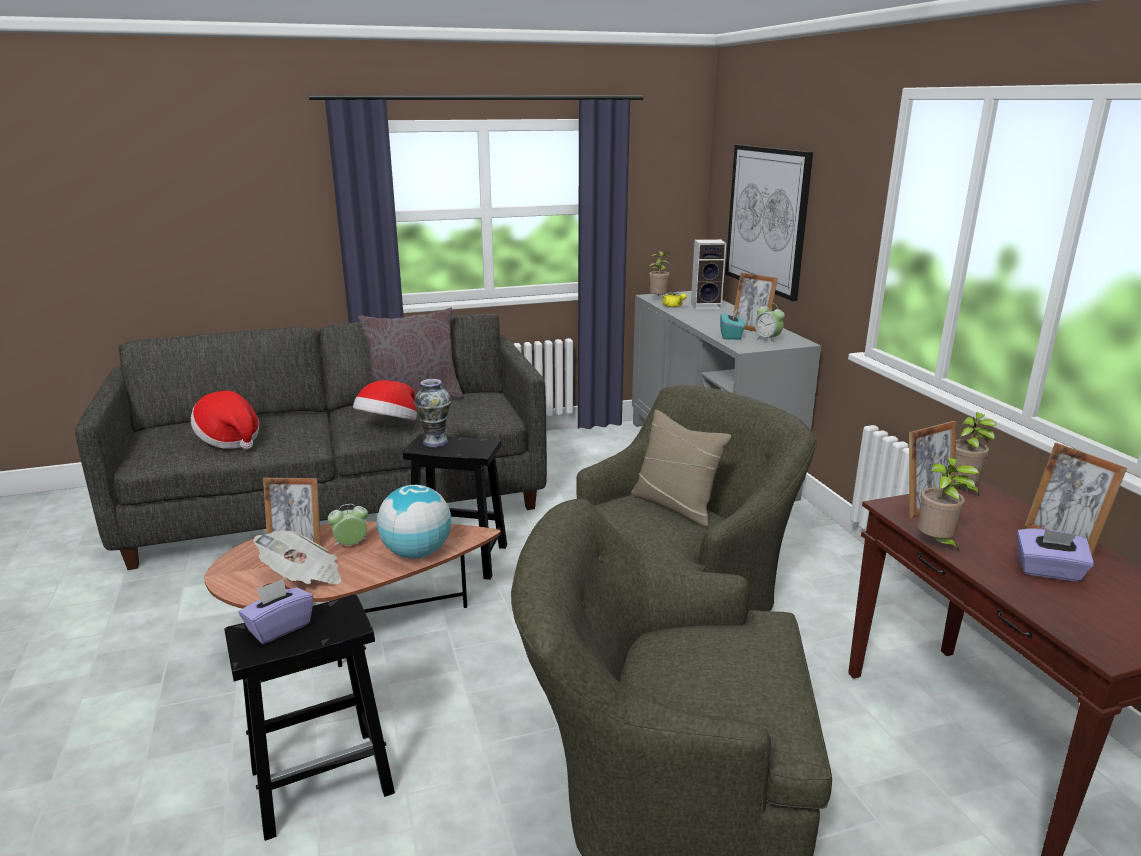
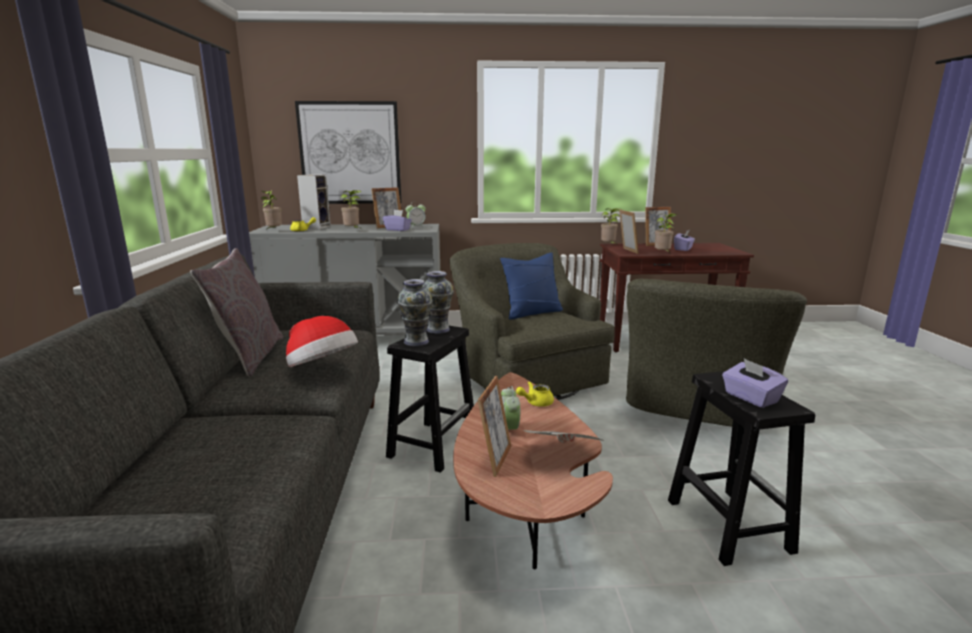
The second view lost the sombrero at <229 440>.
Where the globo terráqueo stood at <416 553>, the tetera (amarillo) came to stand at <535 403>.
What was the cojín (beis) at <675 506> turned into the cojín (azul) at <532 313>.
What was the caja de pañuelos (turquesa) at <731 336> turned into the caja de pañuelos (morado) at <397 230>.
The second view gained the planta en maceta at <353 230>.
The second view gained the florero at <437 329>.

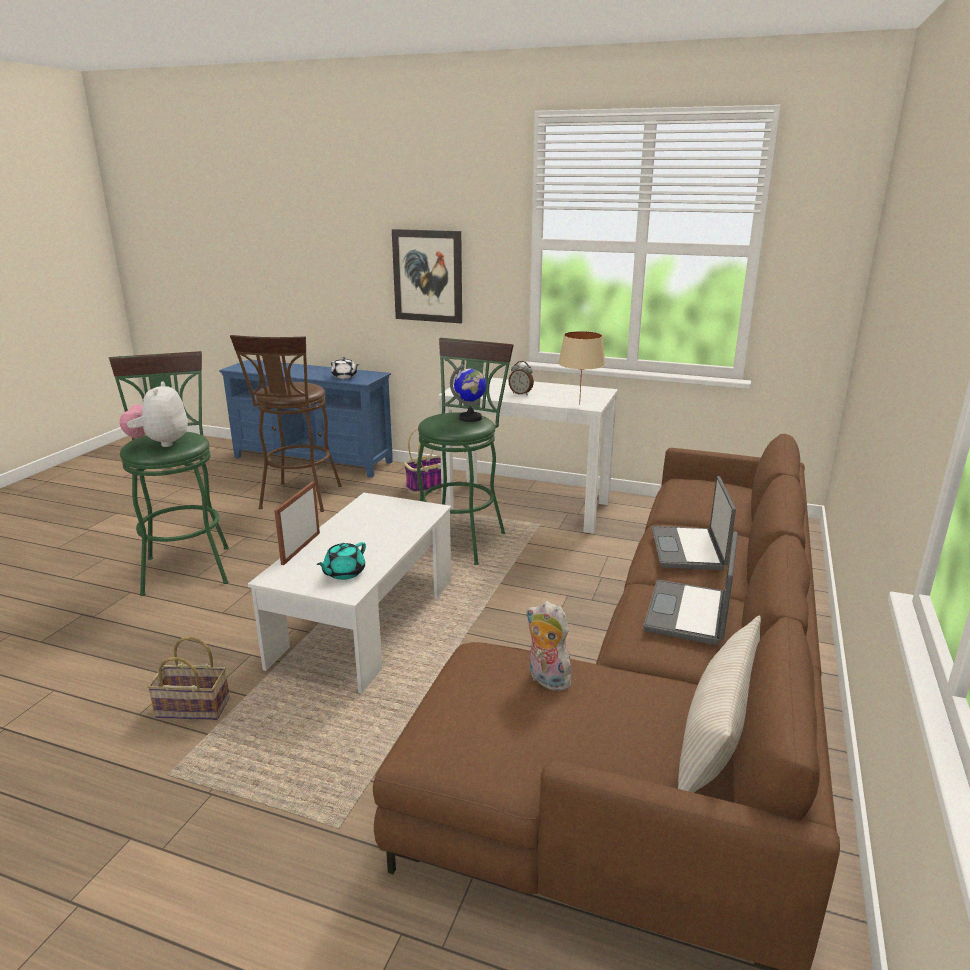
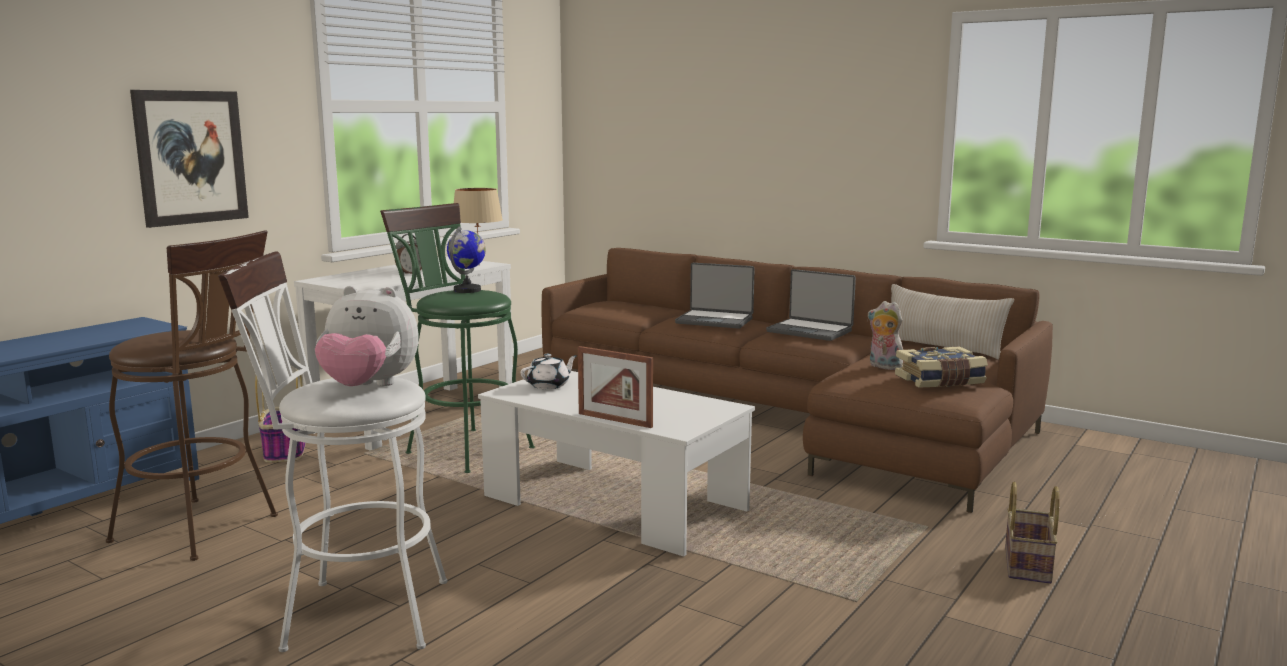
What was the taburete (verde) at <187 566> turned into the taburete (blanco) at <352 614>.
The cesta ended up elsewhere, having gone from <191 708> to <1029 566>.
The second view lost the tetera (turquesa) at <343 573>.
The tetera (blanco) ended up elsewhere, having gone from <345 377> to <549 385>.
The peluche at <546 680> ended up facing another way, 75 degrees clockwise from before.
The second view gained the libro at <940 381>.

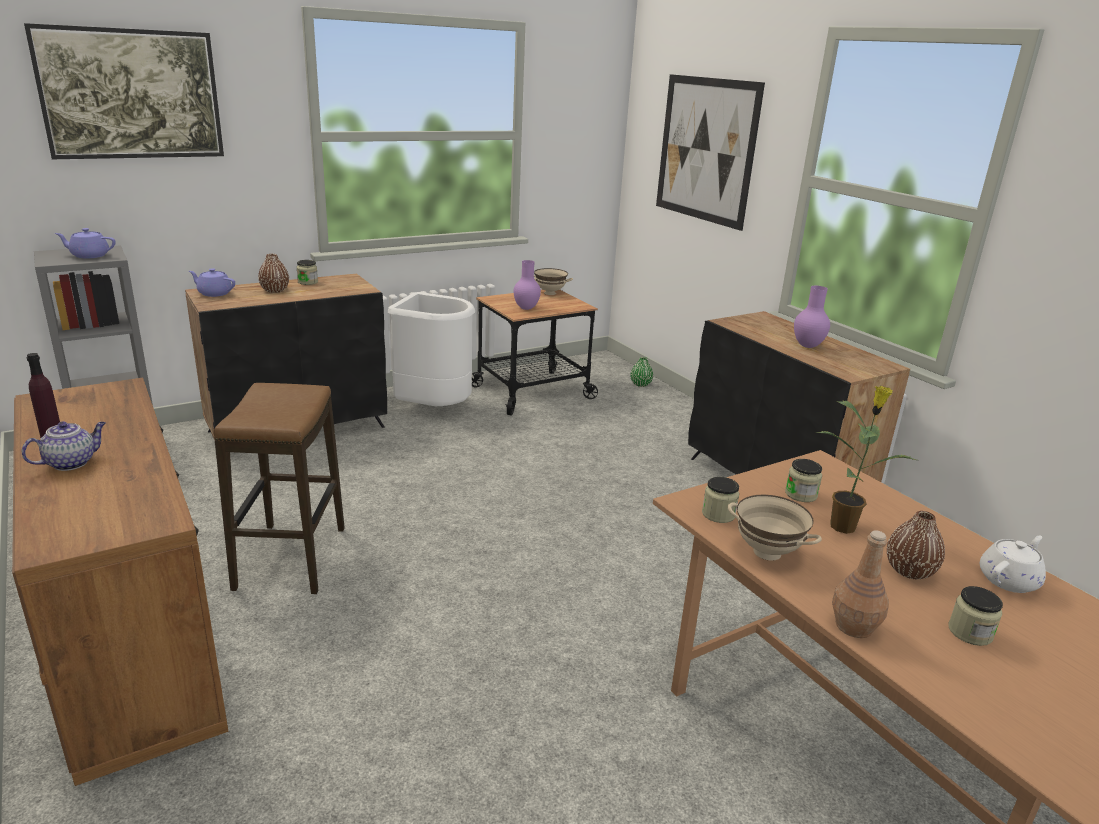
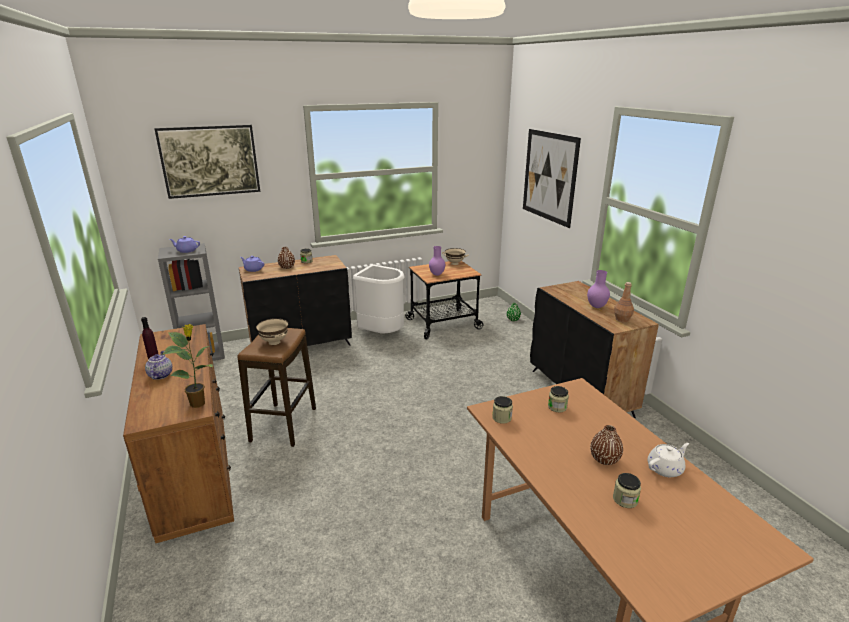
The tetera at <71 462> ended up facing another way, 60 degrees counterclockwise from before.
The cuenco (beis) ended up elsewhere, having gone from <766 552> to <274 342>.
The planta en maceta ended up elsewhere, having gone from <844 526> to <199 403>.
The botella (marrón) ended up elsewhere, having gone from <853 626> to <622 319>.

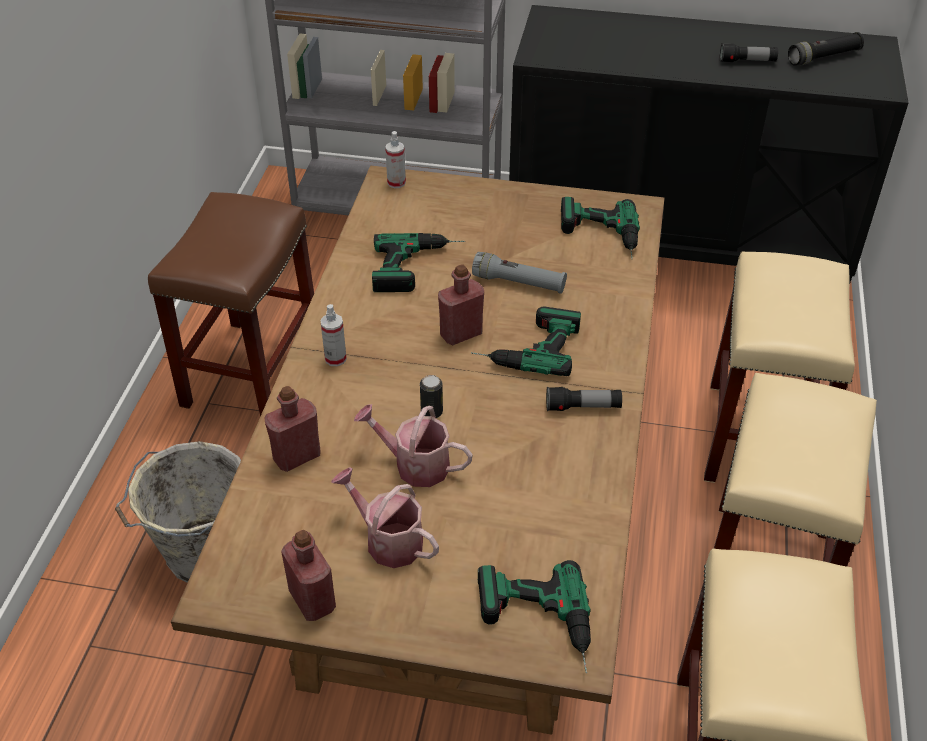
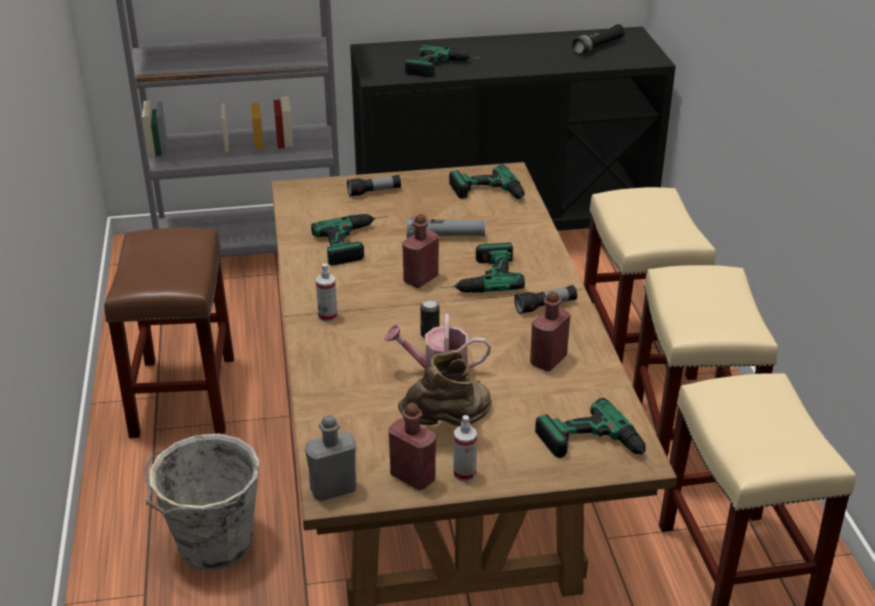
The botella (rojo) ended up elsewhere, having gone from <297 457> to <548 360>.
Where the regadera stood at <388 540>, the bota (marrón) came to stand at <448 424>.
The pulverizador ended up elsewhere, having gone from <396 183> to <464 473>.
The linterna ended up elsewhere, having gone from <747 61> to <374 192>.
The second view gained the botella (gris) at <333 489>.
The second view gained the taladro at <443 67>.

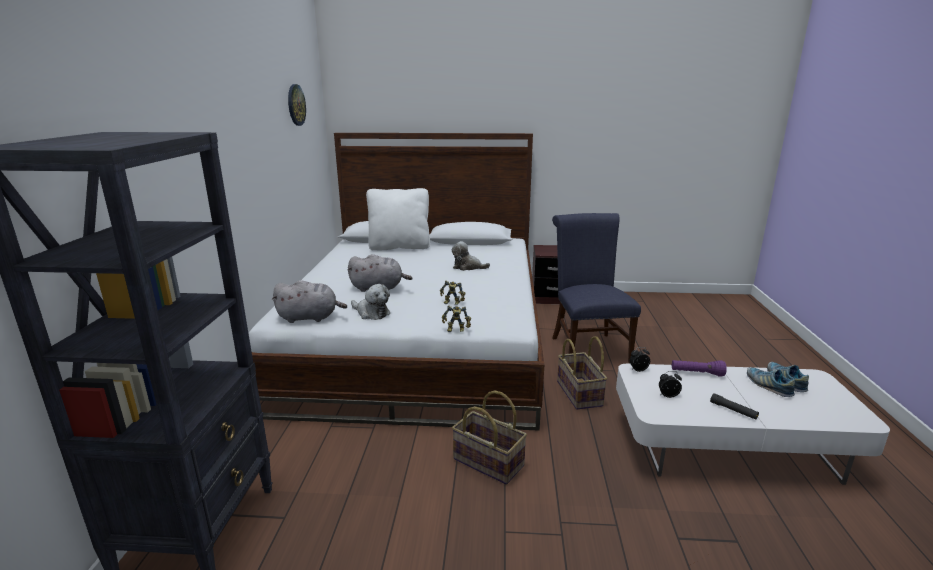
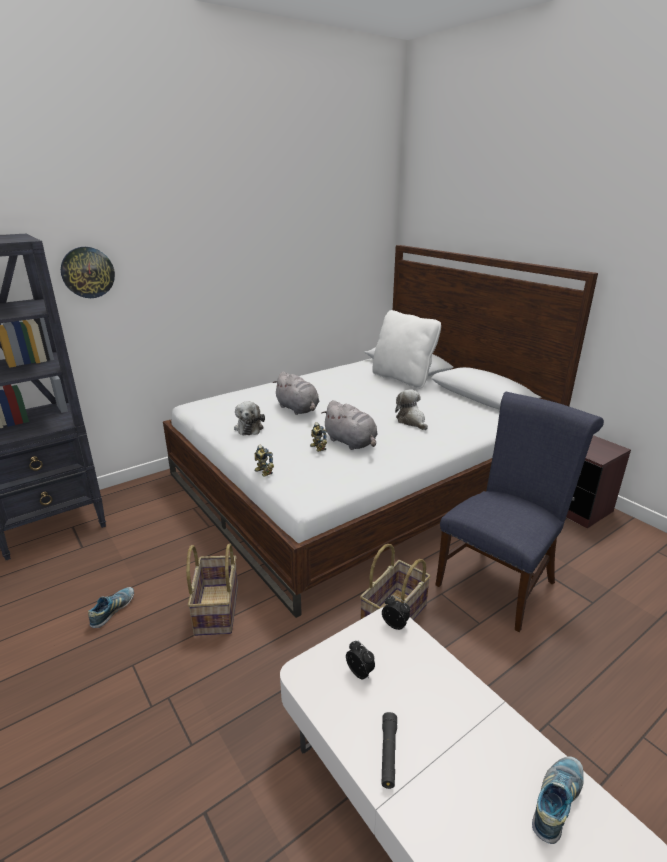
The peluche (gris) ended up elsewhere, having gone from <310 317> to <351 443>.
The reloj de pared ended up elsewhere, having gone from <295 105> to <87 272>.
The second view lost the linterna (morado) at <697 373>.
The zapato ended up elsewhere, having gone from <768 386> to <113 611>.

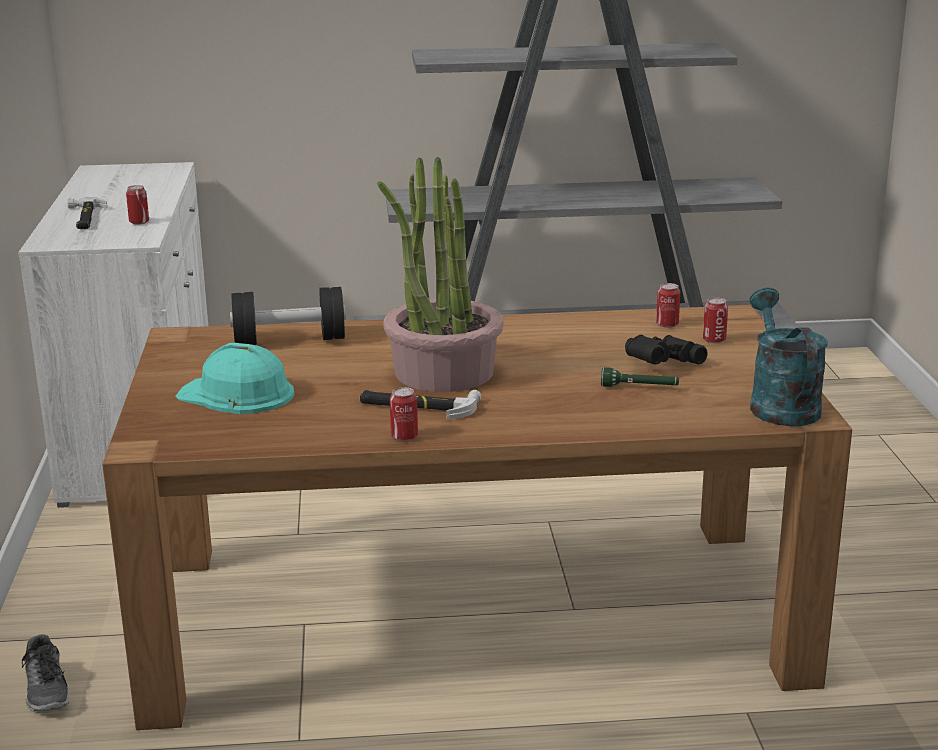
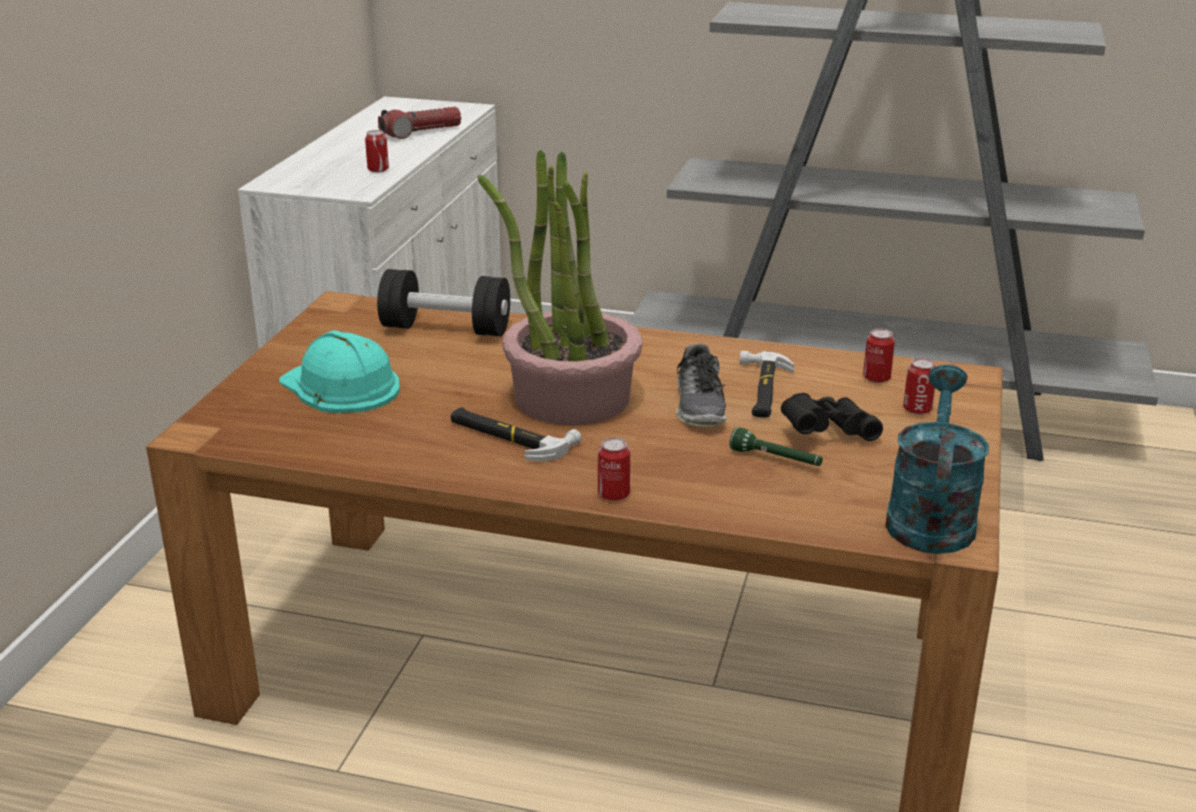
The zapato ended up elsewhere, having gone from <47 690> to <700 406>.
The martillo ended up elsewhere, having gone from <85 218> to <762 390>.
The lata ended up elsewhere, having gone from <404 436> to <613 494>.
The second view gained the linterna at <420 132>.

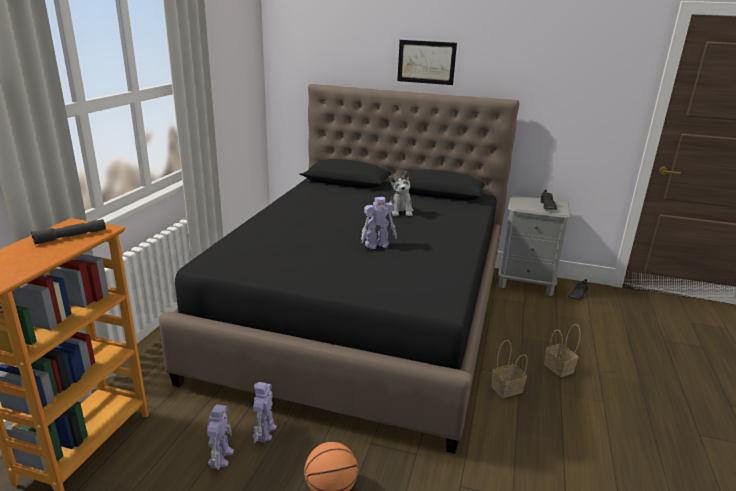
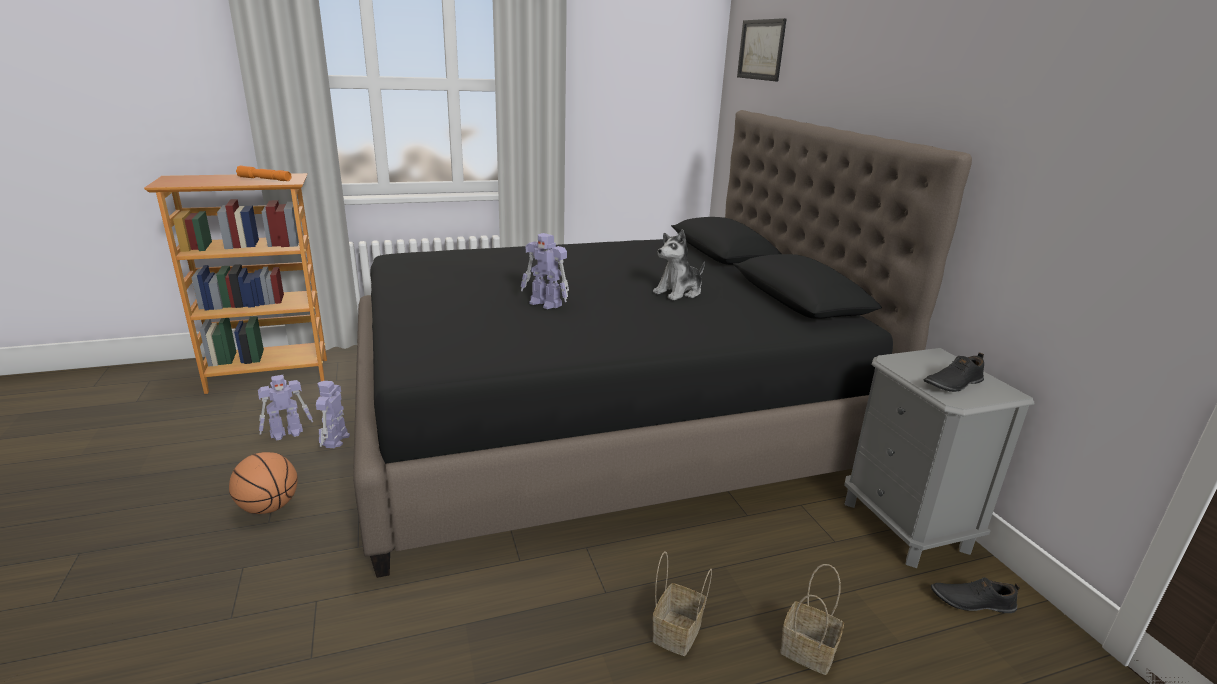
What was the linterna (gris) at <71 236> turned into the linterna (naranja) at <265 179>.
The robot de juguete at <264 432> ended up facing another way, 60 degrees counterclockwise from before.
The cuadro ended up elsewhere, having gone from <426 62> to <761 49>.
The cesta ended up elsewhere, having gone from <506 389> to <805 651>.

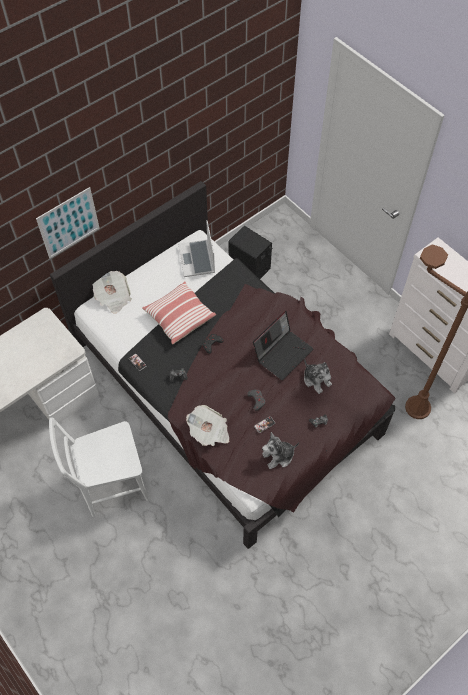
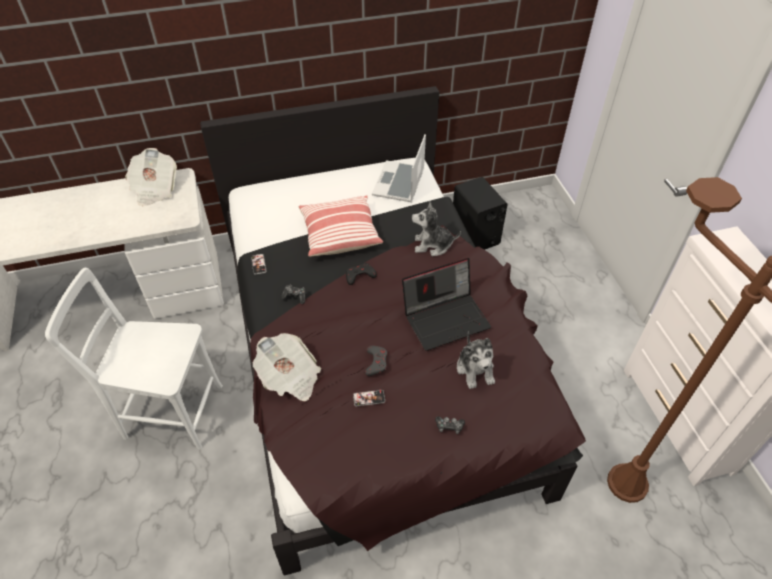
The second view lost the cuadro at <68 223>.
The periódico ended up elsewhere, having gone from <113 297> to <154 189>.
The peluche ended up elsewhere, having gone from <278 456> to <432 245>.

